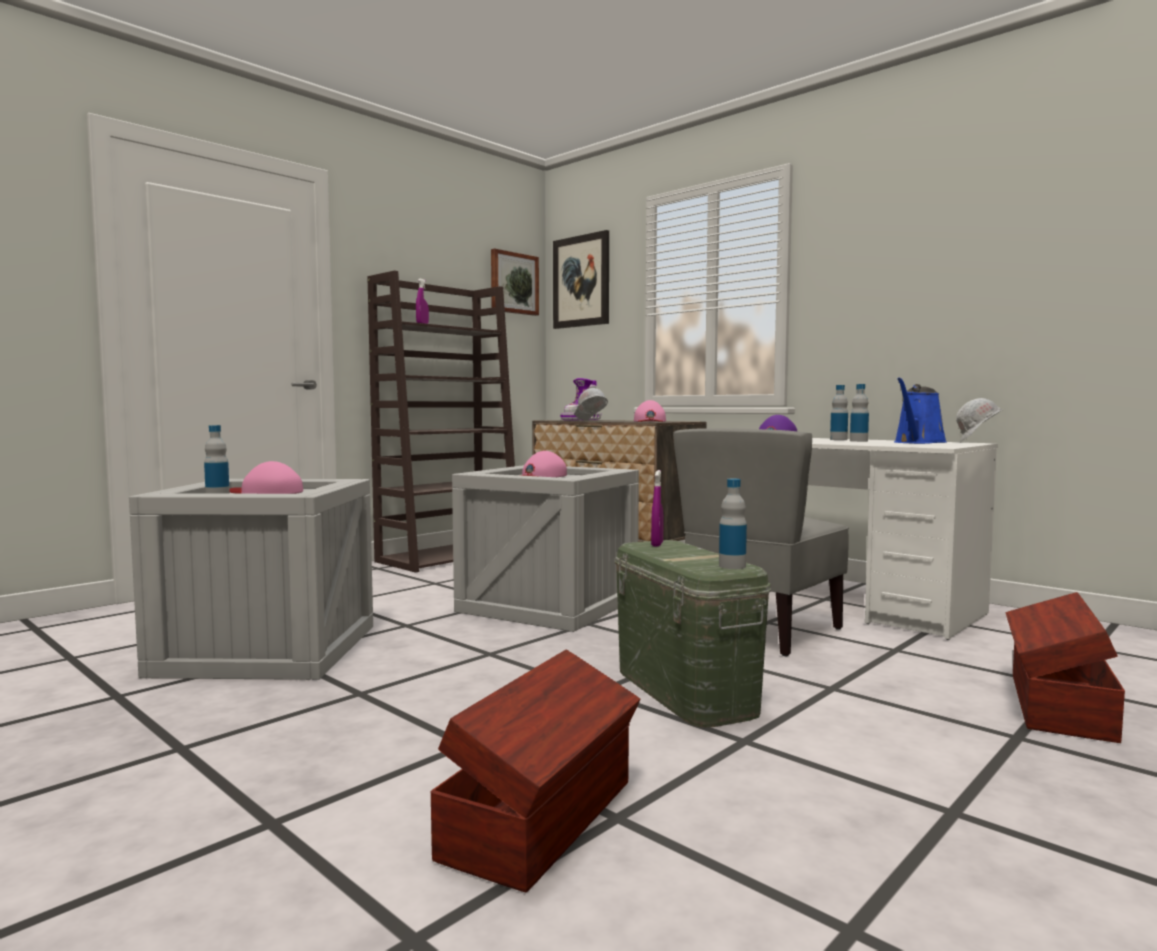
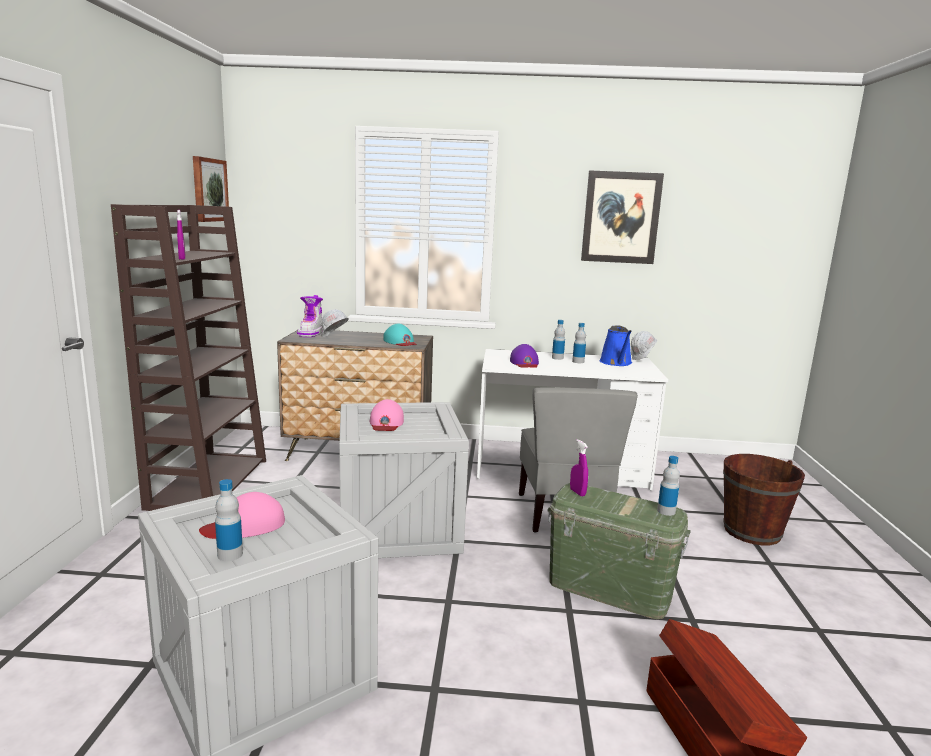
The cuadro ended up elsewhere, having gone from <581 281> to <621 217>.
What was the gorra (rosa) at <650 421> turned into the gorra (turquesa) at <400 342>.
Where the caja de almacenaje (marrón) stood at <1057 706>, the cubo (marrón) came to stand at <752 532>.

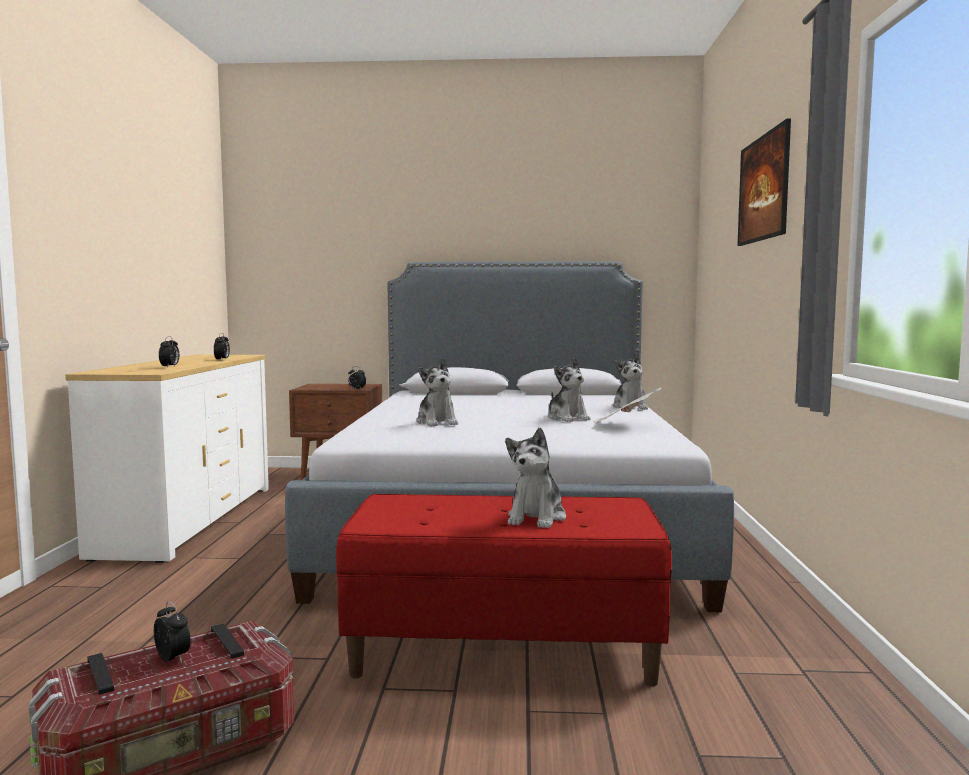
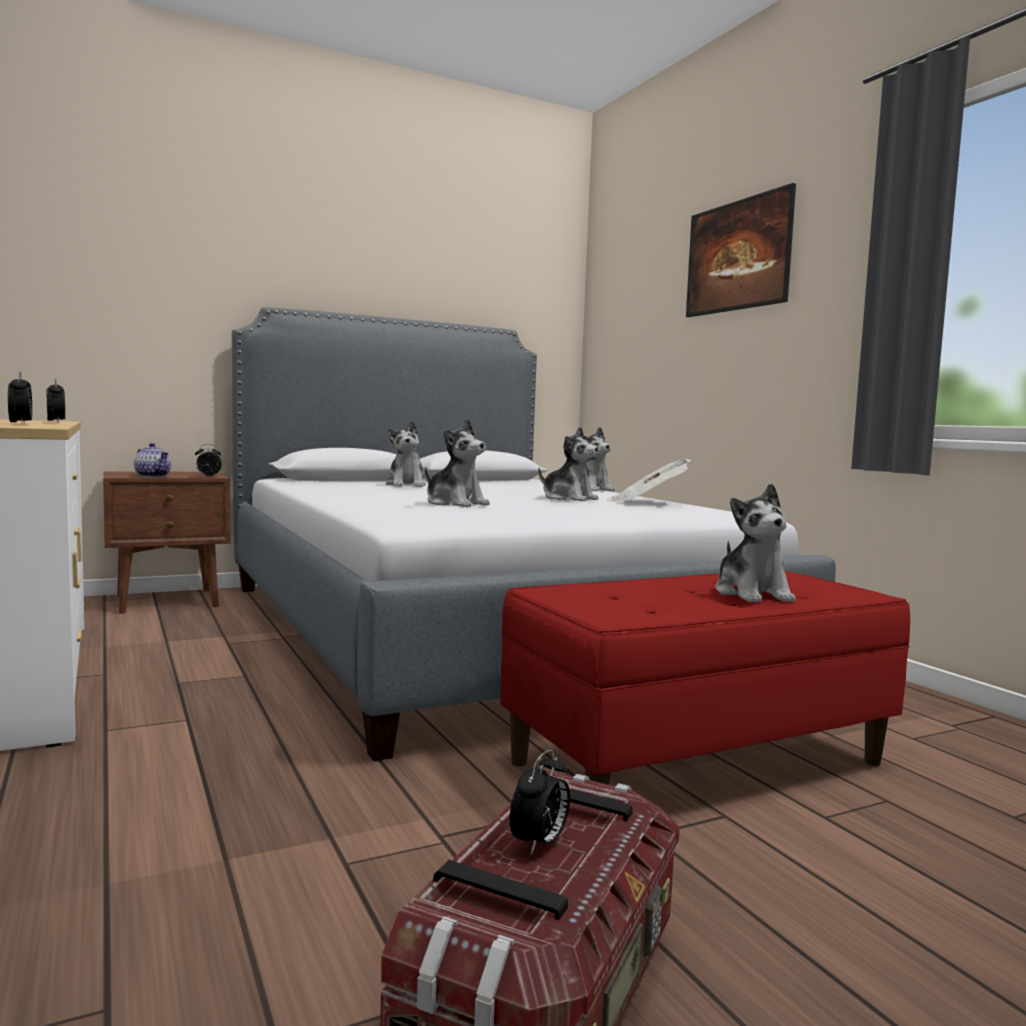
The despertador at <173 659> ended up facing another way, 105 degrees clockwise from before.
The second view gained the tetera at <153 476>.
The second view gained the peluche at <406 485>.

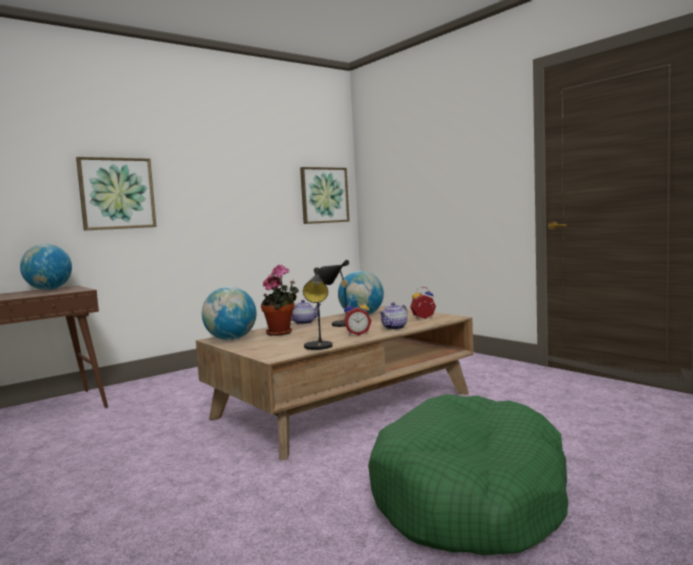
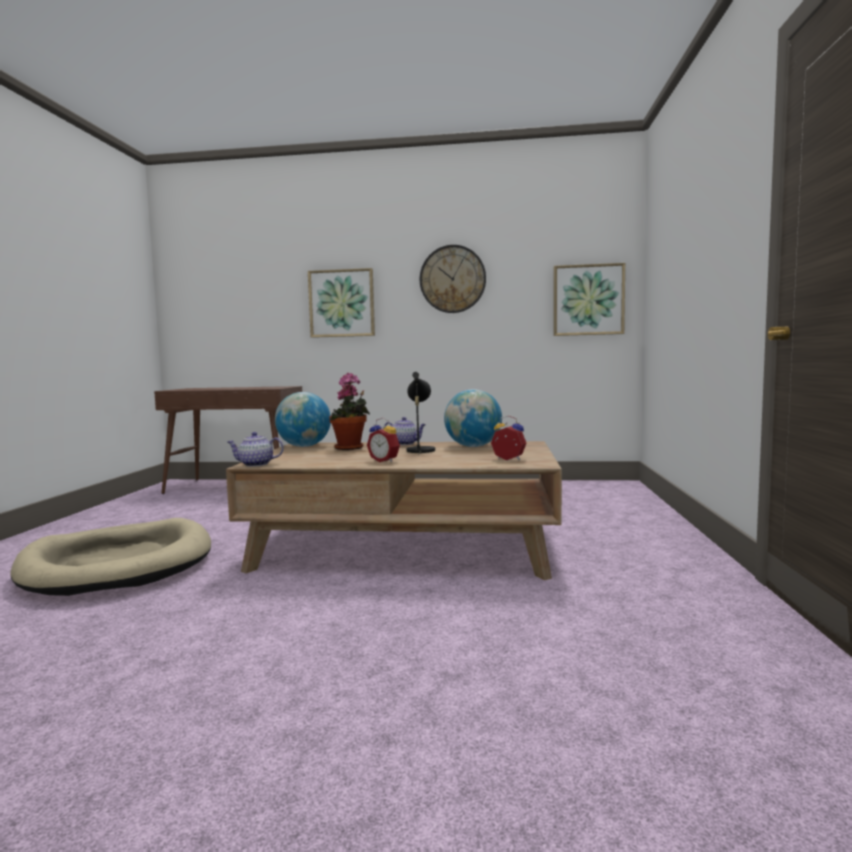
The second view lost the globo terráqueo at <49 289>.
The second view lost the lámpara de mesa (negro) at <319 347>.
The second view lost the cama para perro (verde) at <471 498>.
The tetera ended up elsewhere, having gone from <394 328> to <255 464>.
The second view gained the cama para perro (beis) at <118 564>.
The second view gained the reloj de pared at <452 279>.

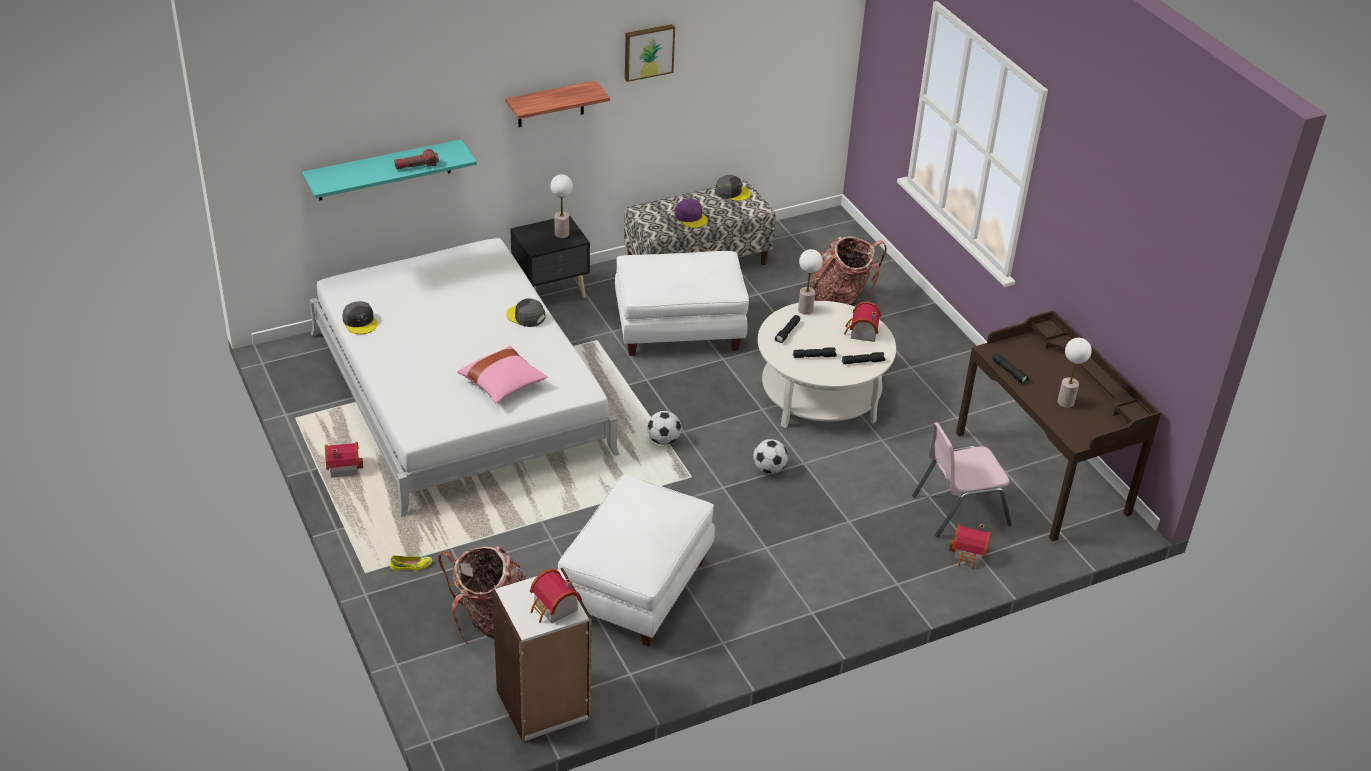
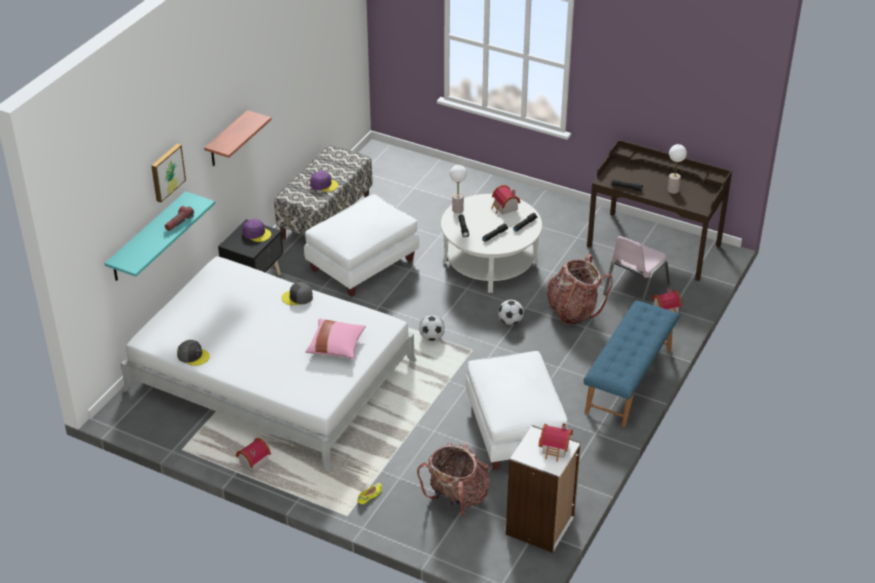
Where the lámpara de mesa stood at <562 234>, the gorra (morado) came to stand at <256 233>.
The cuadro ended up elsewhere, having gone from <648 51> to <166 172>.
The second view lost the gorra (gris) at <732 192>.
The mochila ended up elsewhere, having gone from <841 299> to <573 311>.
The second view gained the banco (azul) at <629 380>.

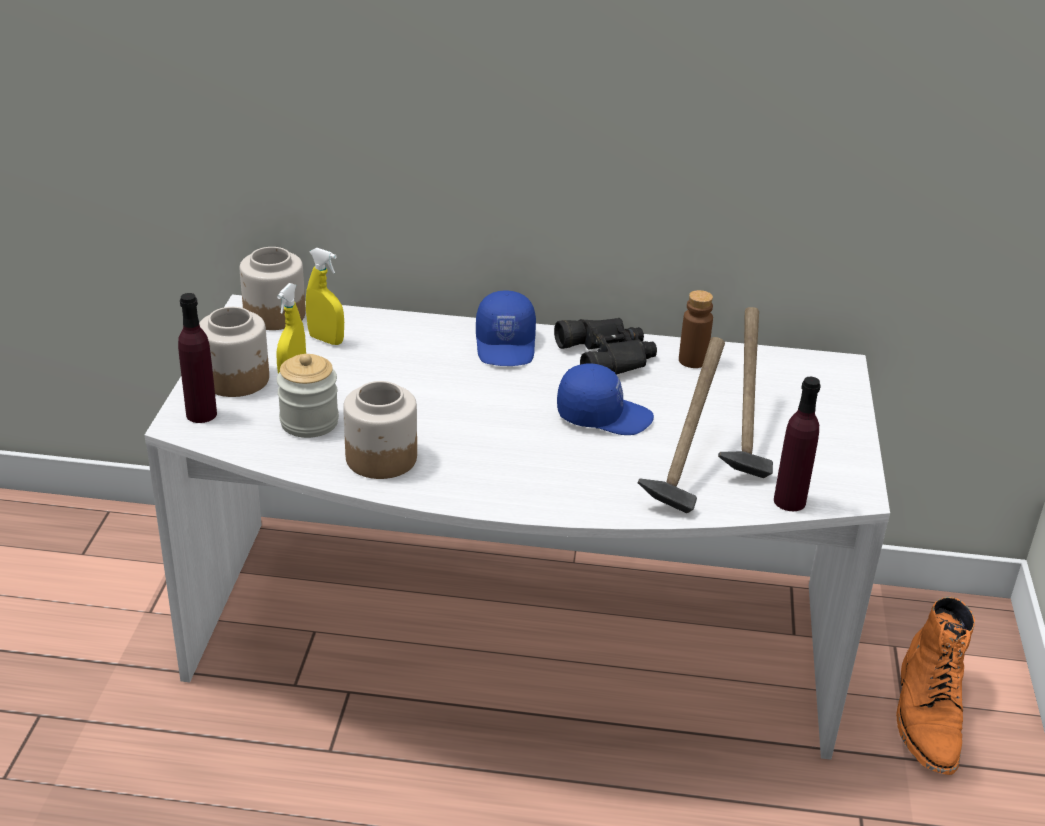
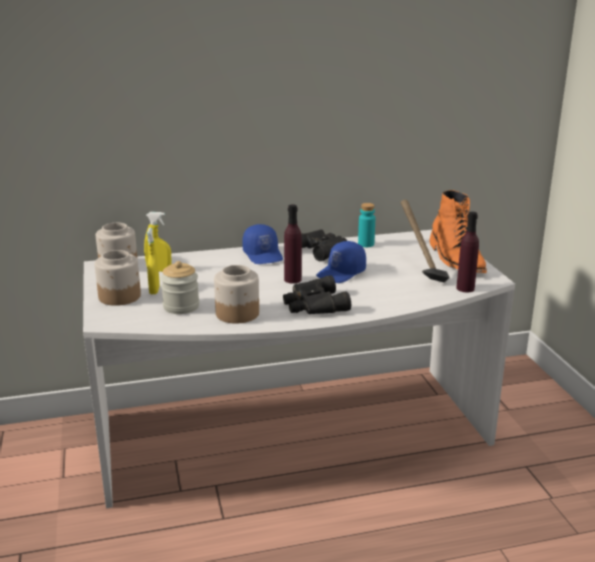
The botella (morado) ended up elsewhere, having gone from <201 414> to <292 279>.
The gorra (azul) at <603 415> ended up facing another way, 150 degrees clockwise from before.
The second view lost the martillo at <682 472>.
What was the botella (marrón) at <692 360> turned into the botella (turquesa) at <366 244>.
The bota (naranja) ended up elsewhere, having gone from <927 715> to <456 259>.
The second view gained the prismáticos (negro) at <313 305>.

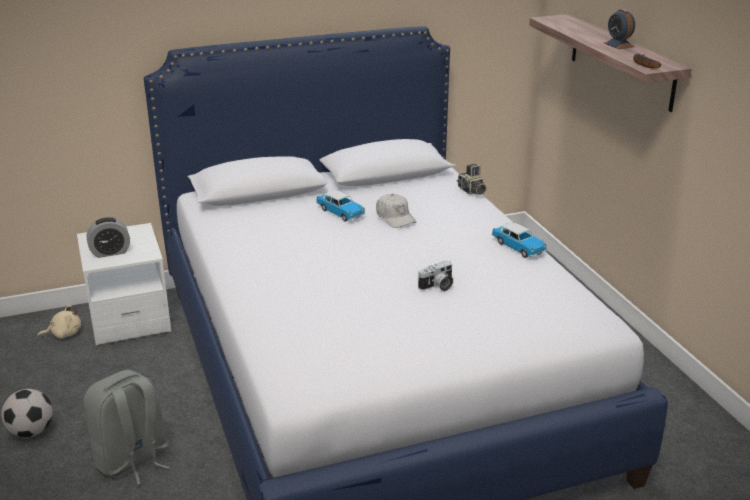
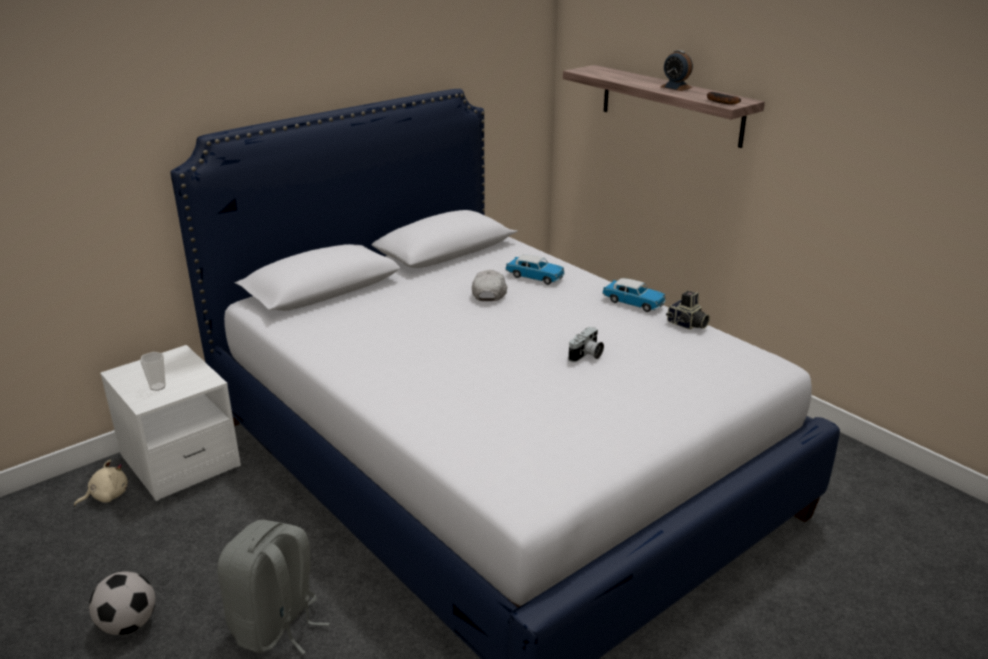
Where the despertador stood at <110 252>, the taza came to stand at <158 387>.
The coche de juguete ended up elsewhere, having gone from <340 213> to <535 277>.
The gorra (blanco) at <395 217> ended up facing another way, 120 degrees counterclockwise from before.
The cámara ended up elsewhere, having gone from <471 191> to <687 324>.

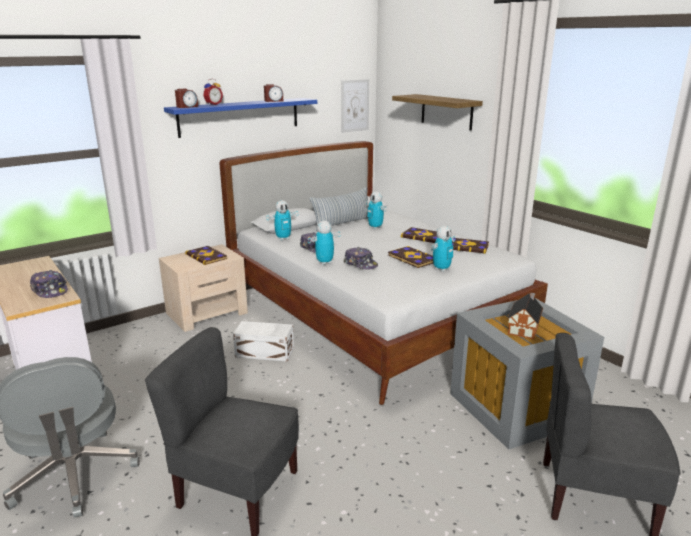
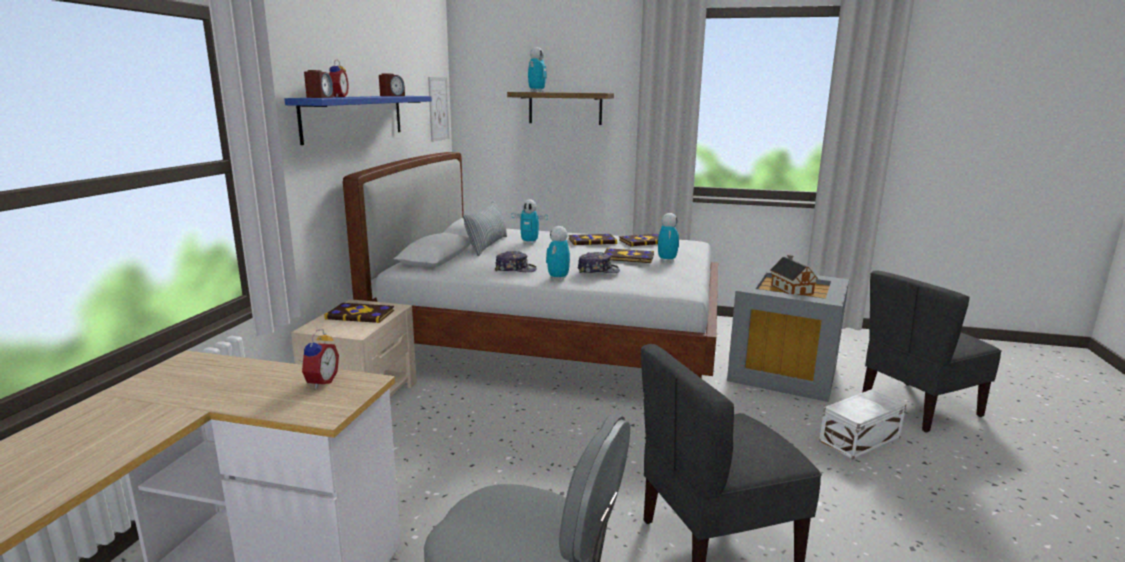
Where the gorra stood at <50 290>, the despertador came to stand at <320 382>.
The caja de almacenaje (blanco) ended up elsewhere, having gone from <265 353> to <861 439>.
The robot de juguete ended up elsewhere, having gone from <283 238> to <537 92>.

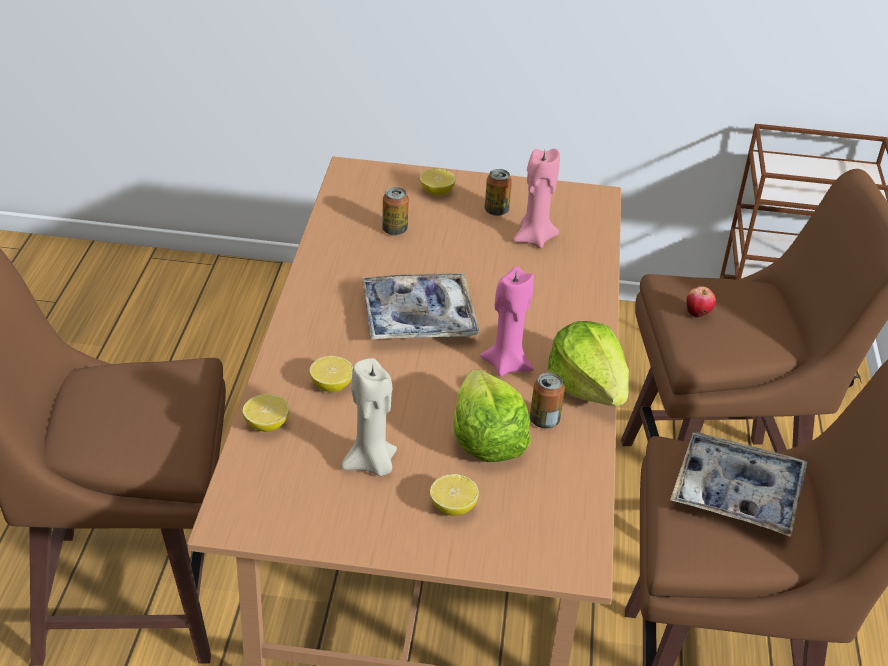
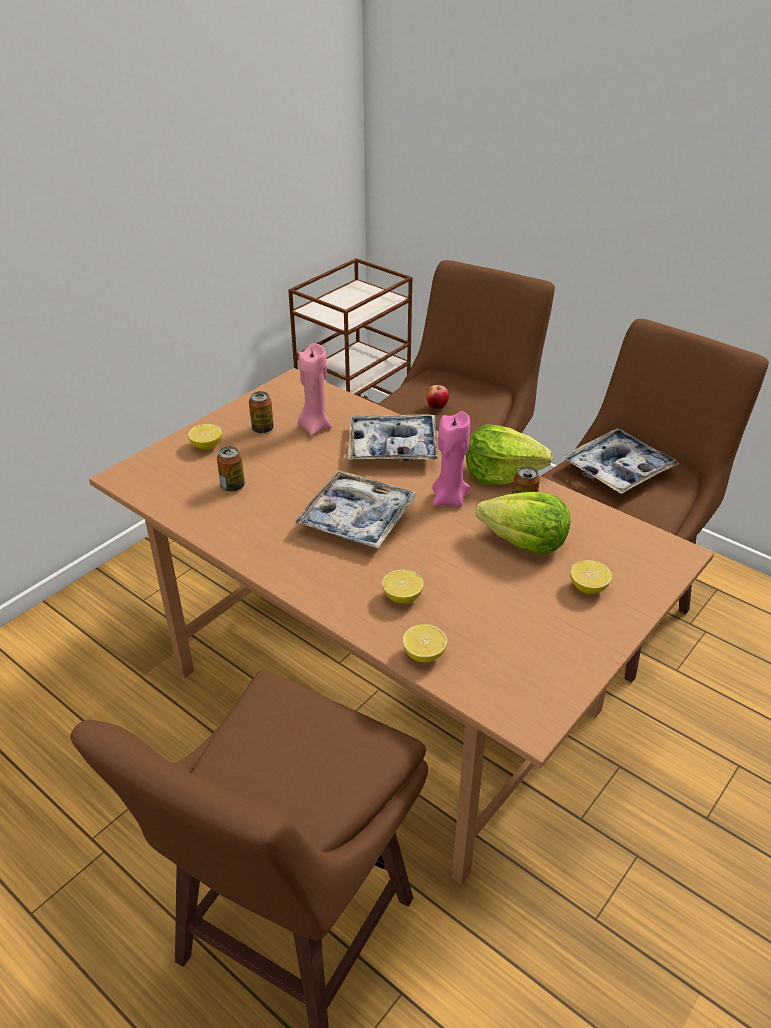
The second view lost the vela (beis) at <371 464>.
The second view gained the bandeja at <393 447>.

